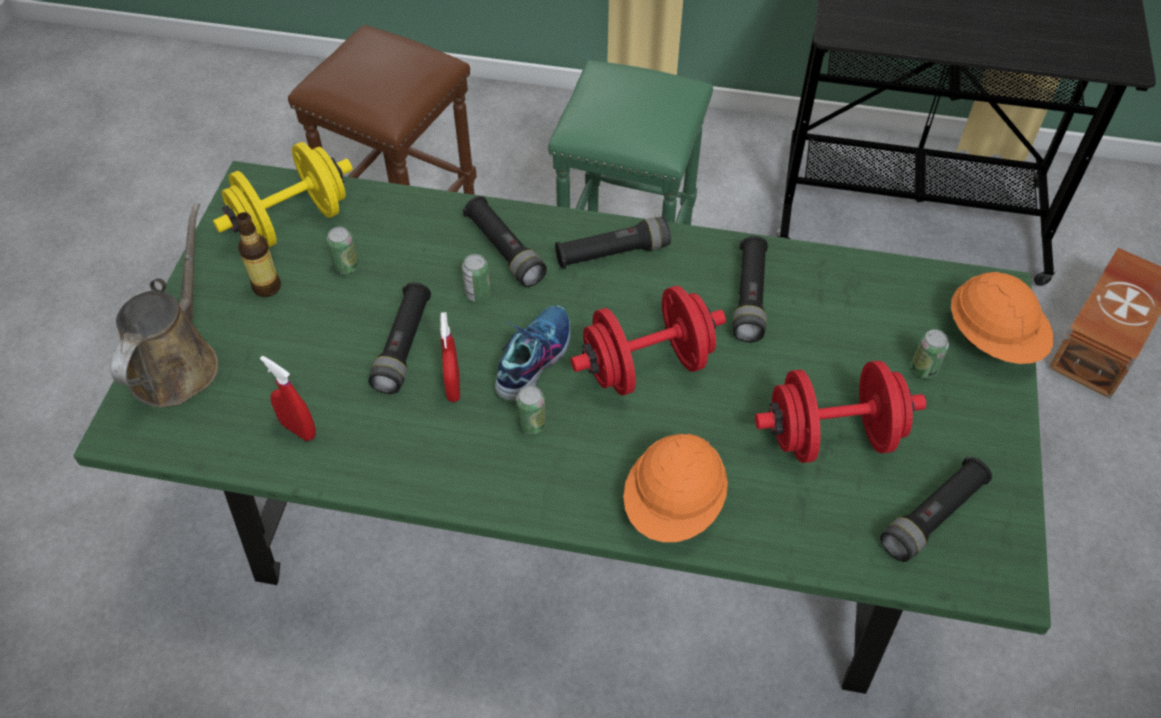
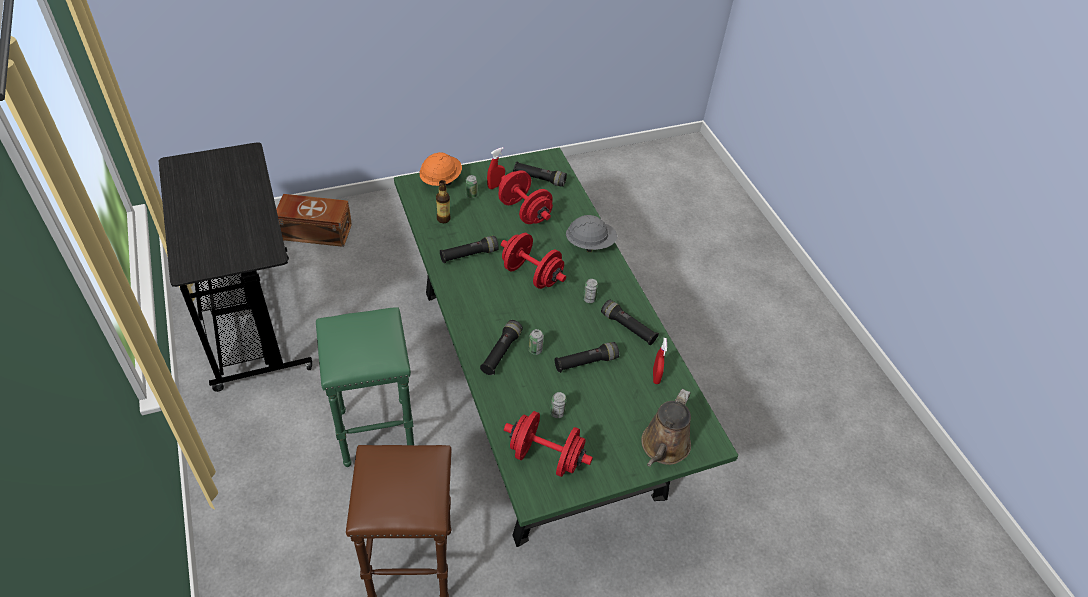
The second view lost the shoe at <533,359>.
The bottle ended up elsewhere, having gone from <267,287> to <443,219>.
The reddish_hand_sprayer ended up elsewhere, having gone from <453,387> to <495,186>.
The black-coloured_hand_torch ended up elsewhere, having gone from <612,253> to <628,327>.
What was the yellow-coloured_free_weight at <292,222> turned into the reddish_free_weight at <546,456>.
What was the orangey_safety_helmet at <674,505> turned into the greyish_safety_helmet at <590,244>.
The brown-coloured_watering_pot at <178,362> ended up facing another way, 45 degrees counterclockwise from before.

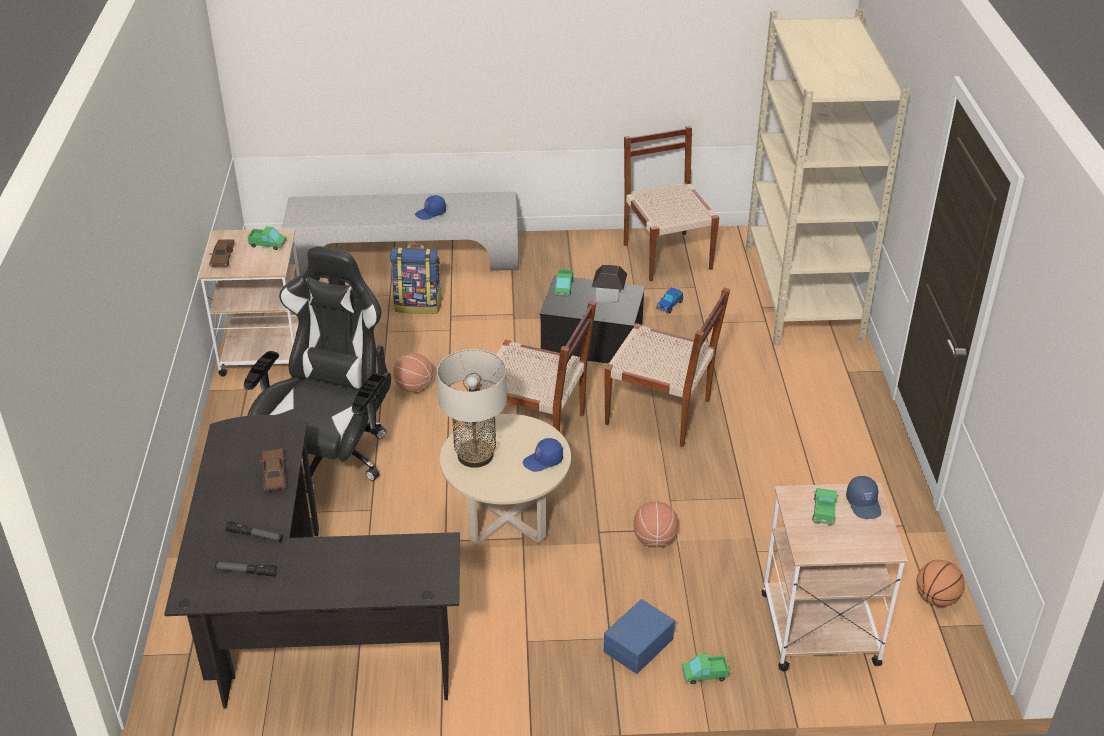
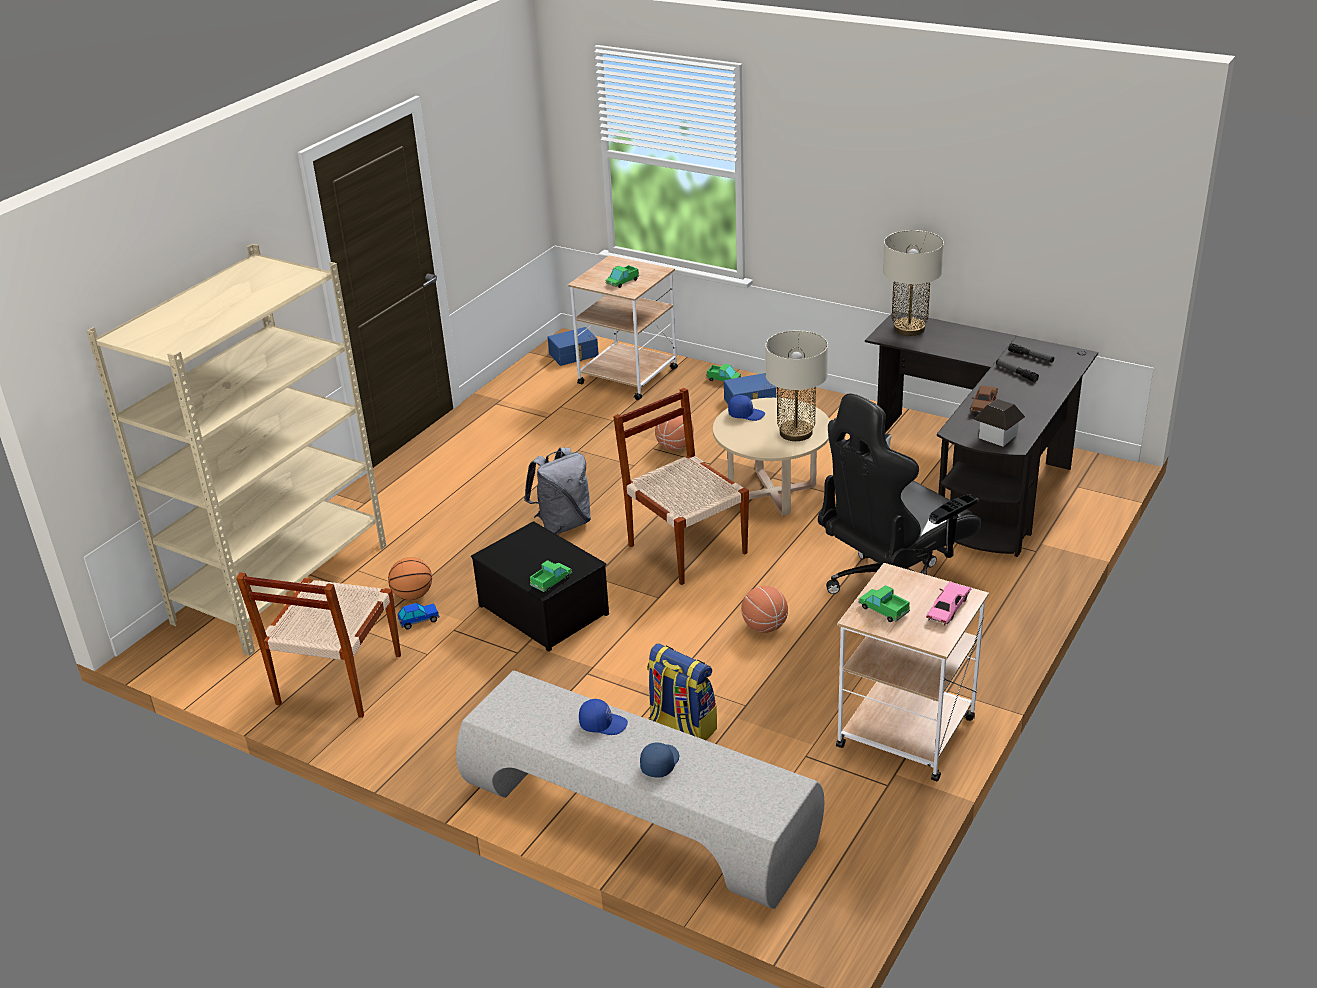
The second view gained the blue_storage_container at <574,355>.
The second view gained the lamp_for_a_table at <909,329>.
The miniature_house ended up elsewhere, having gone from <608,295> to <997,436>.
The blue_cap ended up elsewhere, having gone from <864,504> to <659,763>.
The basketball ended up elsewhere, having gone from <936,599> to <413,595>.
Where the upright_chair stood at <661,414>, the greyish_rucksack came to stand at <563,524>.
What was the brown-coloured_toy_car at <223,257> turned into the pinkish_toy_car at <948,609>.

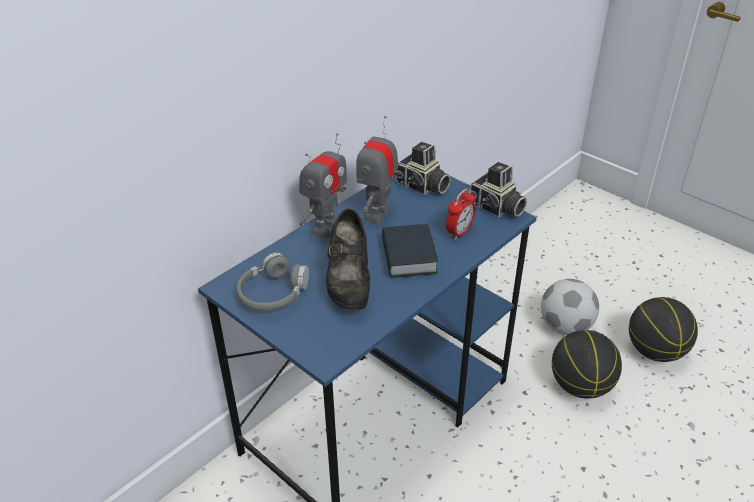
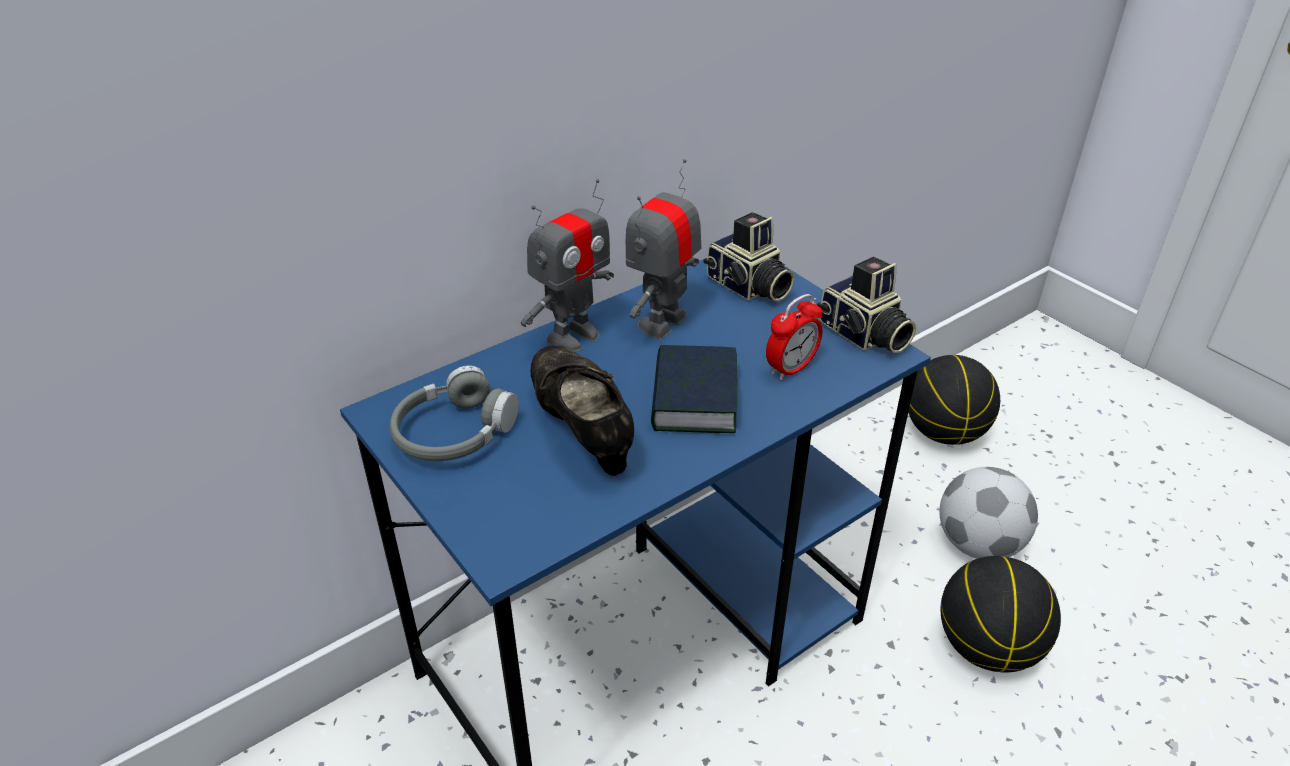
The basketball ended up elsewhere, having gone from <655,351> to <944,432>.
The black-coloured_shoe at <349,283> ended up facing another way, 150 degrees clockwise from before.

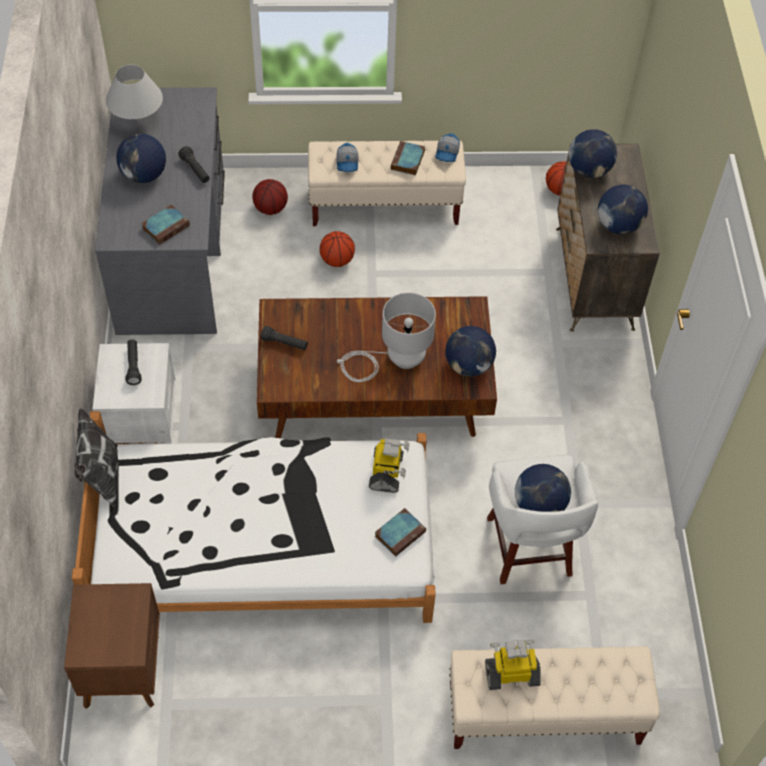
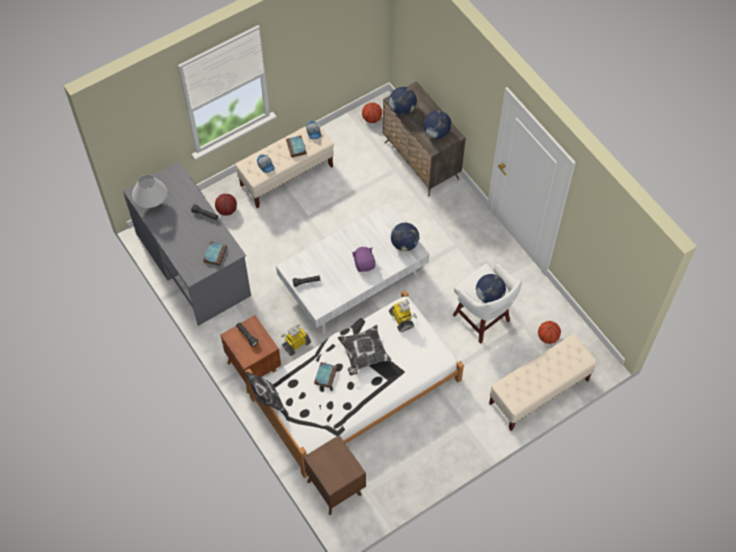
The second view lost the world_globe at <144,175>.
The second view gained the cushion at <363,354>.
The basketball ended up elsewhere, having gone from <337,260> to <547,337>.
The volume ended up elsewhere, having gone from <400,533> to <325,375>.
The toy_robot ended up elsewhere, having gone from <512,673> to <296,344>.
Where the greyish_lamp_for_a_table stood at <387,361>, the purplish_cuddly_toy came to stand at <364,263>.
What was the whitish_night_table at <143,431> turned into the brown-coloured_night_table at <253,368>.
What was the brown-coloured_lounge_table at <374,388> turned into the whitish_lounge_table at <352,280>.

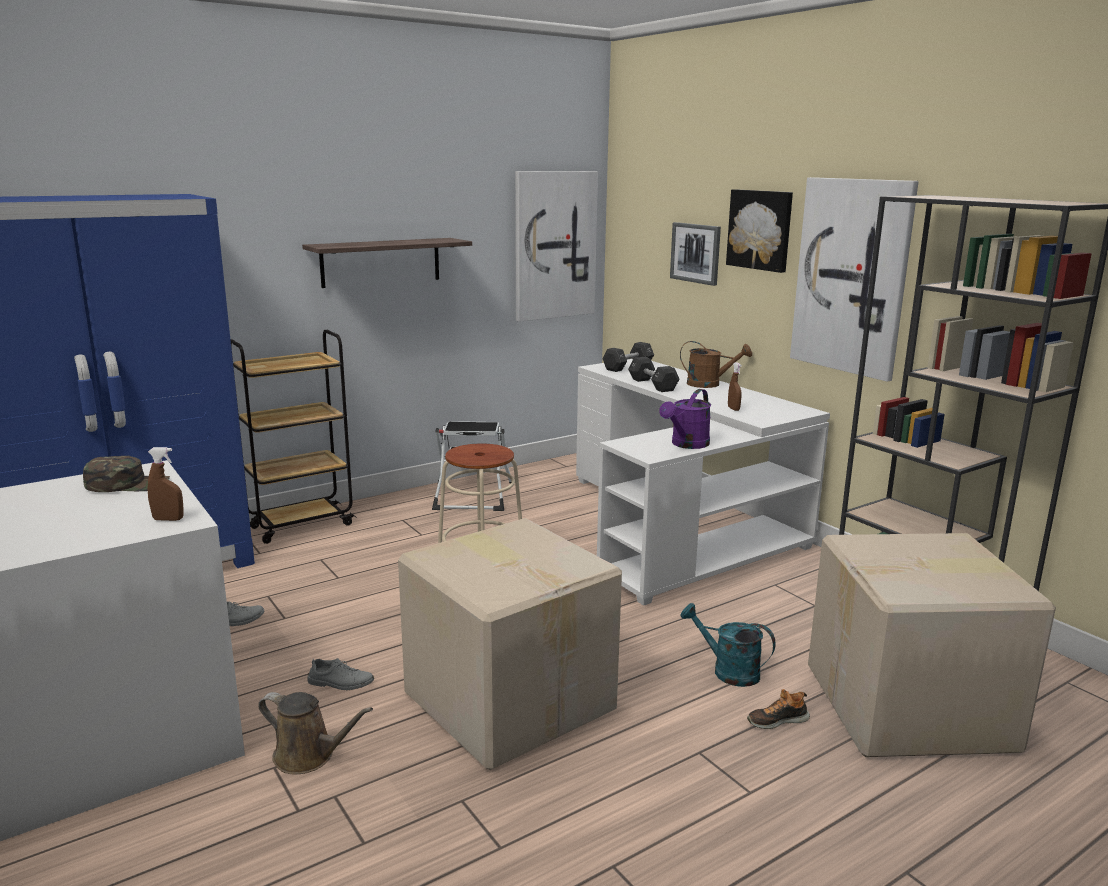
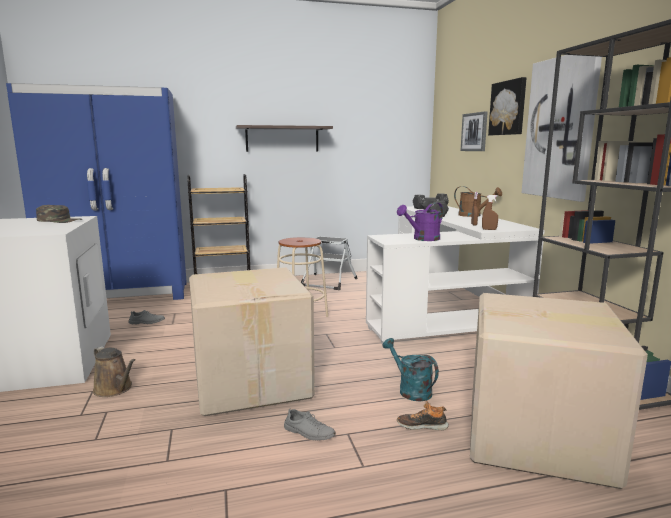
The second view lost the picture at <554,245>.
The brown-coloured_hand_sprayer ended up elsewhere, having gone from <168,519> to <489,229>.
The greyish_shoe ended up elsewhere, having gone from <340,682> to <309,432>.

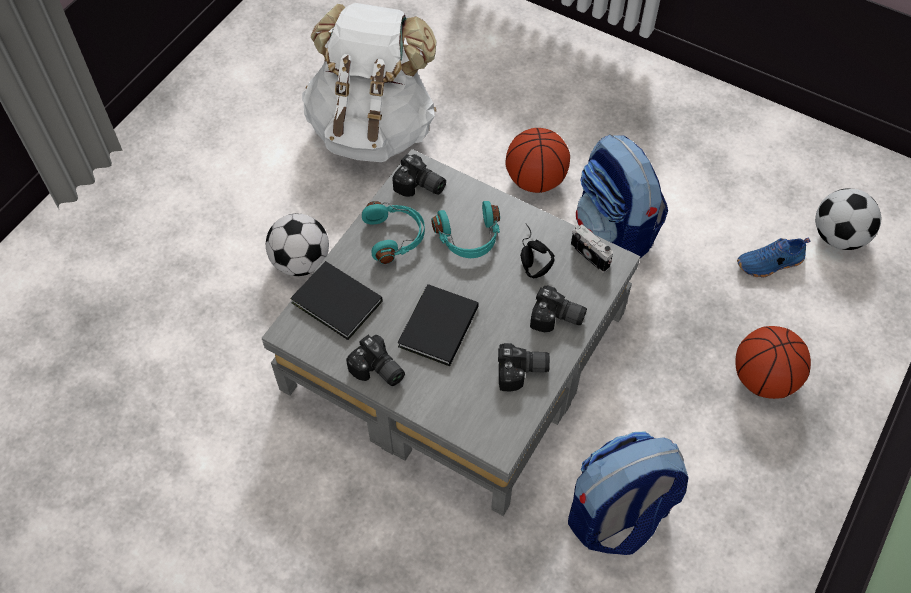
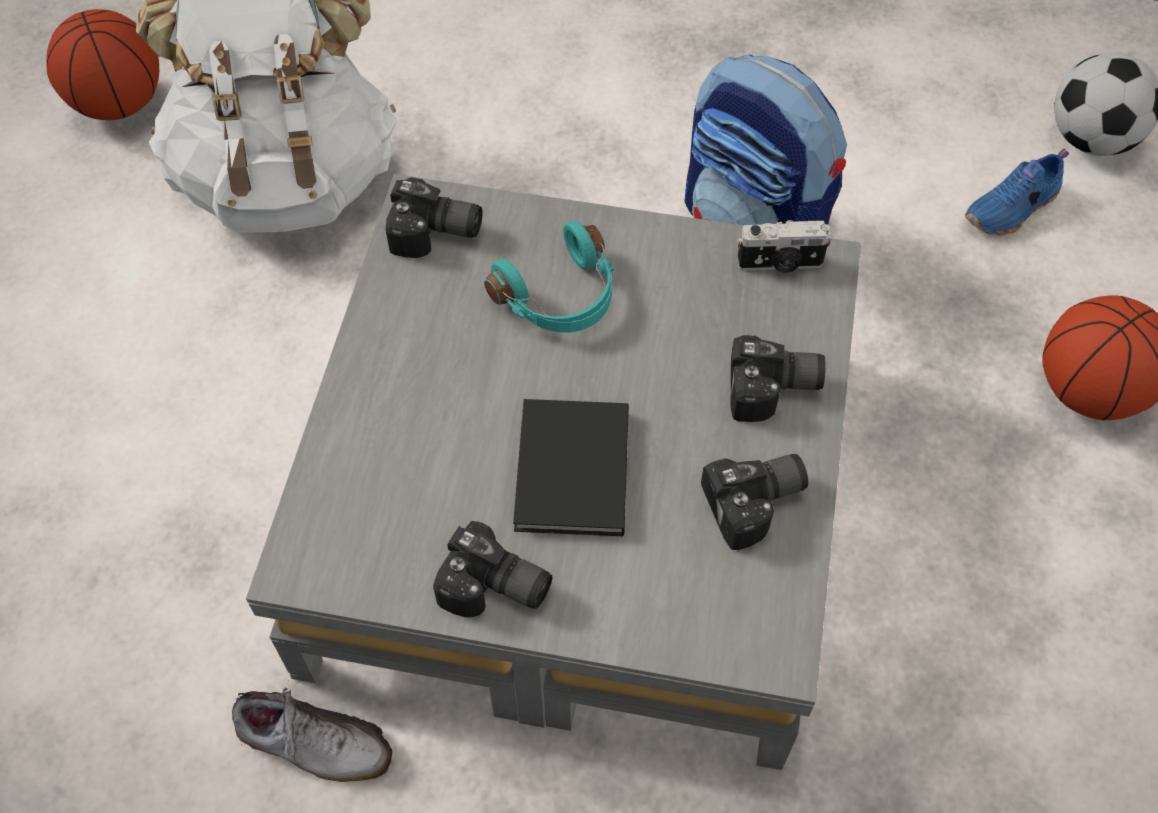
The second view lost the football_ball at <301,262>.
The second view lost the black-coloured_volume at <338,304>.
The second view lost the turquoise_headset at <395,236>.
The second view lost the black-coloured_headset at <529,255>.
The second view lost the rucksack at <617,516>.
The second view gained the shoe at <314,743>.
The basketball ended up elsewhere, having gone from <535,180> to <119,104>.
The photo_camera at <591,255> ended up facing another way, 150 degrees clockwise from before.

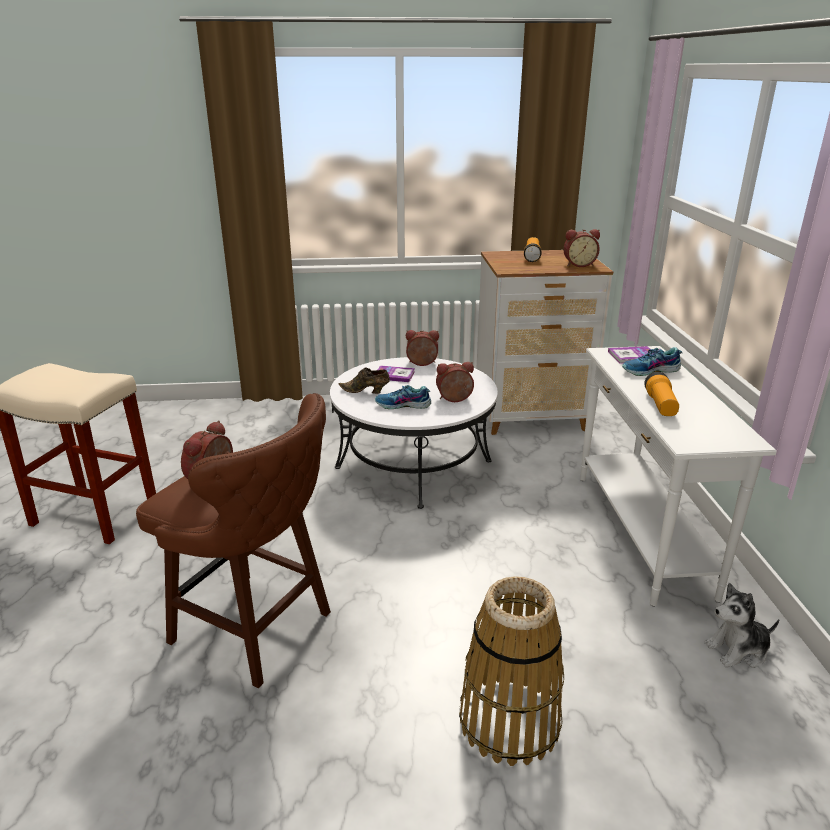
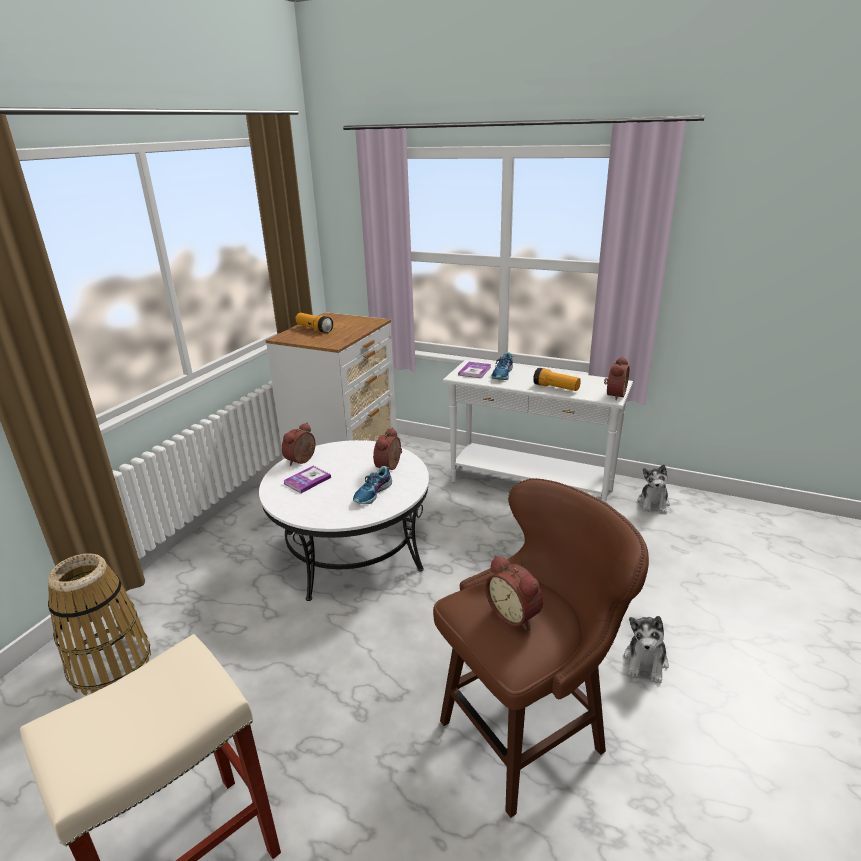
The second view lost the brown-coloured_shoe at <366,391>.
The second view gained the cuddly_toy at <645,662>.
The storage_basket ended up elsewhere, having gone from <509,722> to <111,664>.
The table_clock ended up elsewhere, having gone from <579,265> to <614,394>.

